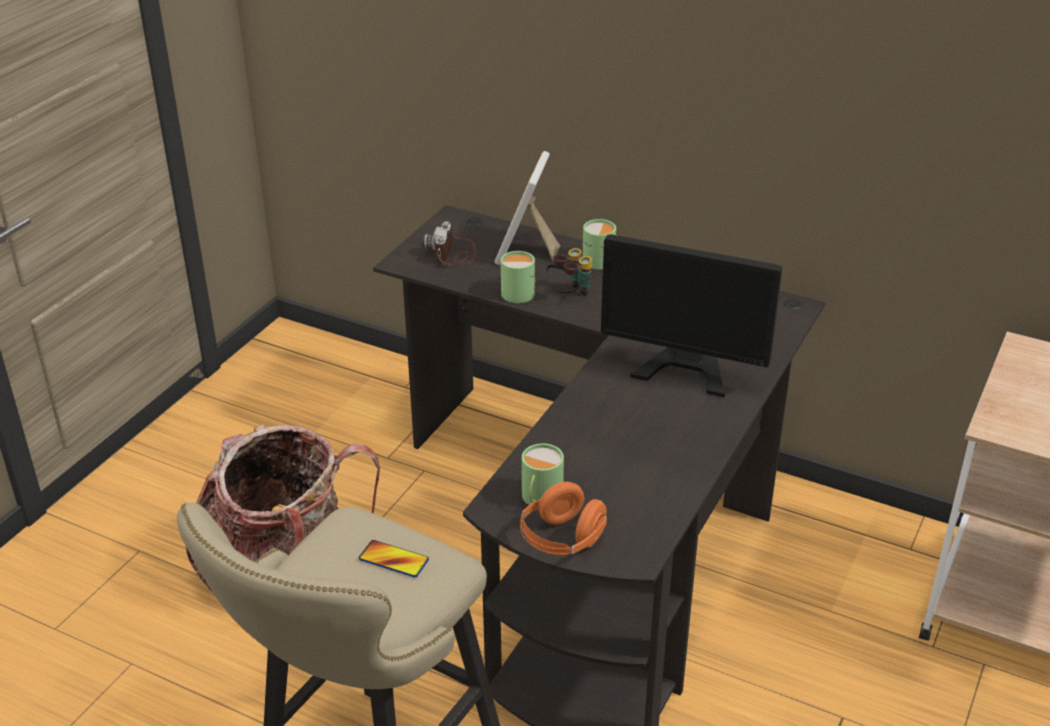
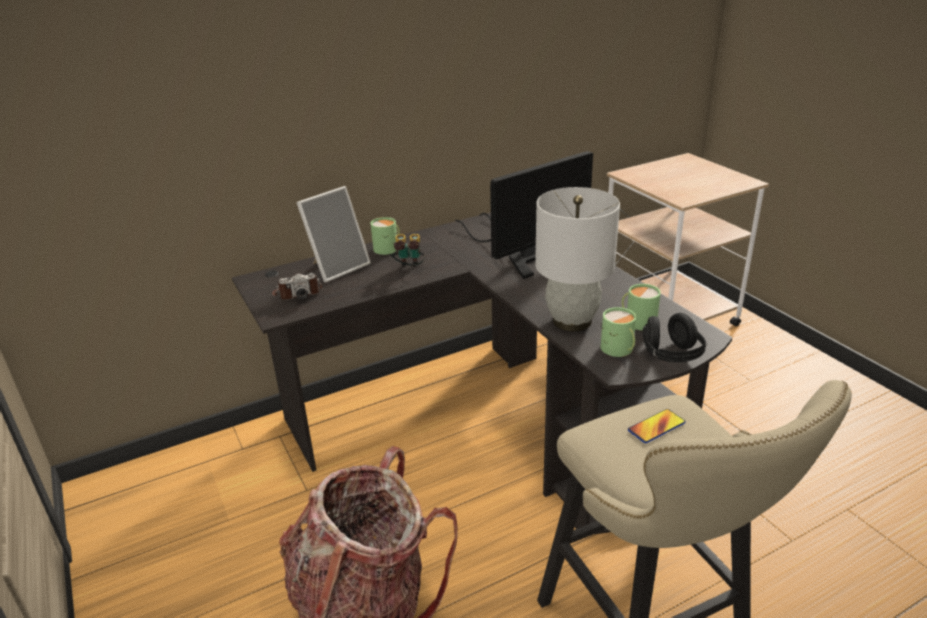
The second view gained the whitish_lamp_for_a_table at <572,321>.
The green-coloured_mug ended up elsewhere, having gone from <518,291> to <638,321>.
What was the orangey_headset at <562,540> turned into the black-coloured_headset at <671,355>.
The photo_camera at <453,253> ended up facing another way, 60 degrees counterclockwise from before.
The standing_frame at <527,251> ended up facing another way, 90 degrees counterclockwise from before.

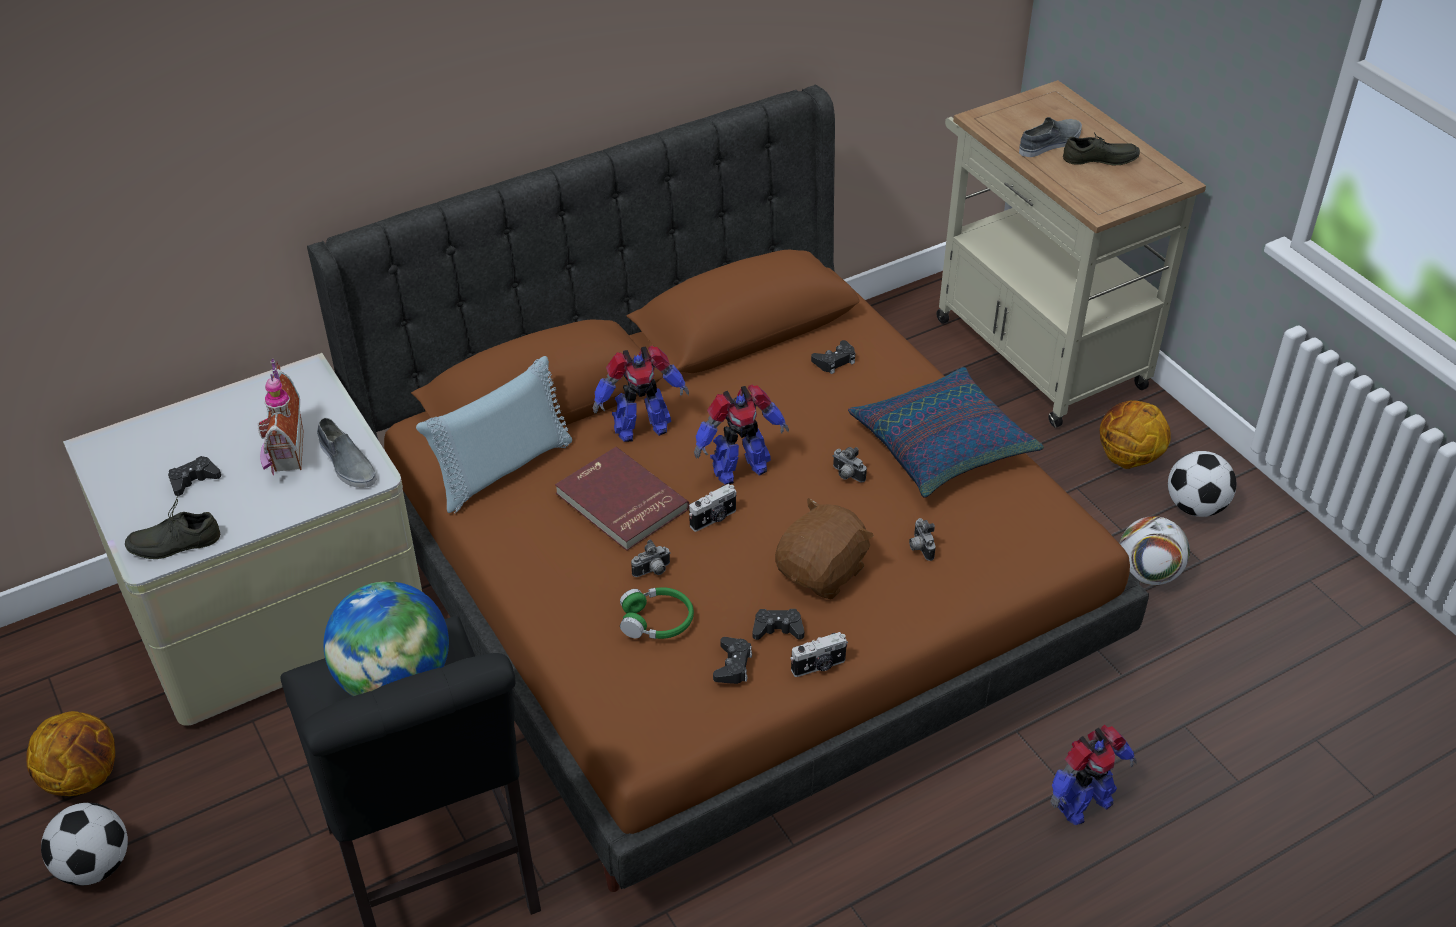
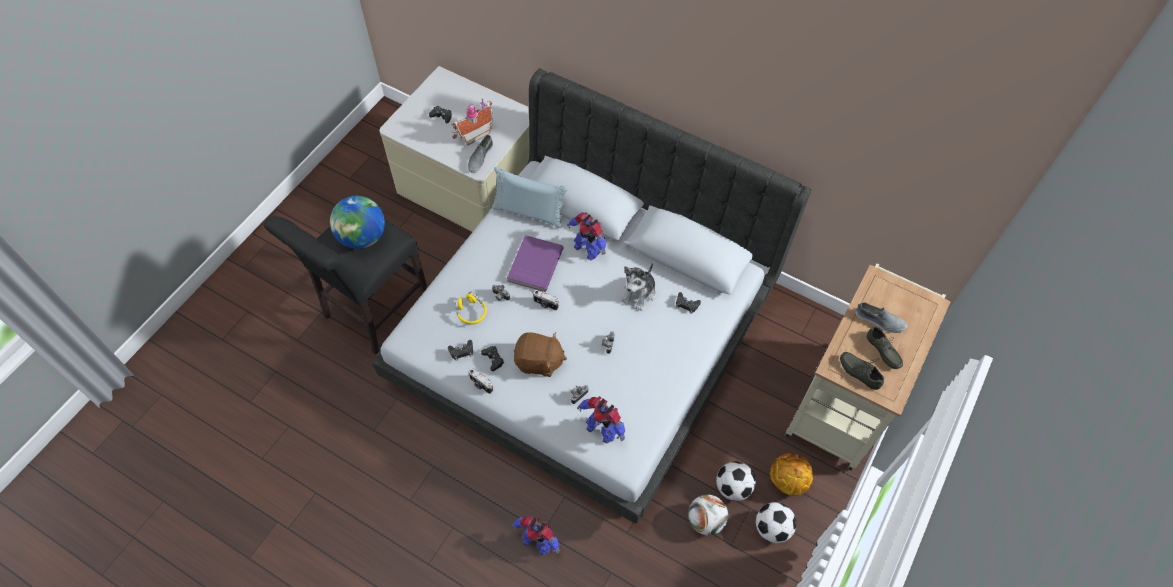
The second view lost the basketball at <84,777>.
The second view lost the blue_cushion at <942,446>.
The second view gained the cuddly_toy at <639,293>.
The football_ball ended up elsewhere, having gone from <95,866> to <733,487>.
The greyish_shoe ended up elsewhere, having gone from <174,542> to <860,371>.
The toy_robot ended up elsewhere, having gone from <738,468> to <601,429>.
What was the brown-coloured_bedroom_bed at <728,579> turned into the greyish_bedroom_bed at <585,336>.
What was the reddish_volume at <620,502> turned into the purplish_volume at <534,264>.
What was the green-coloured_headset at <657,621> turned into the yellow-coloured_headset at <471,312>.

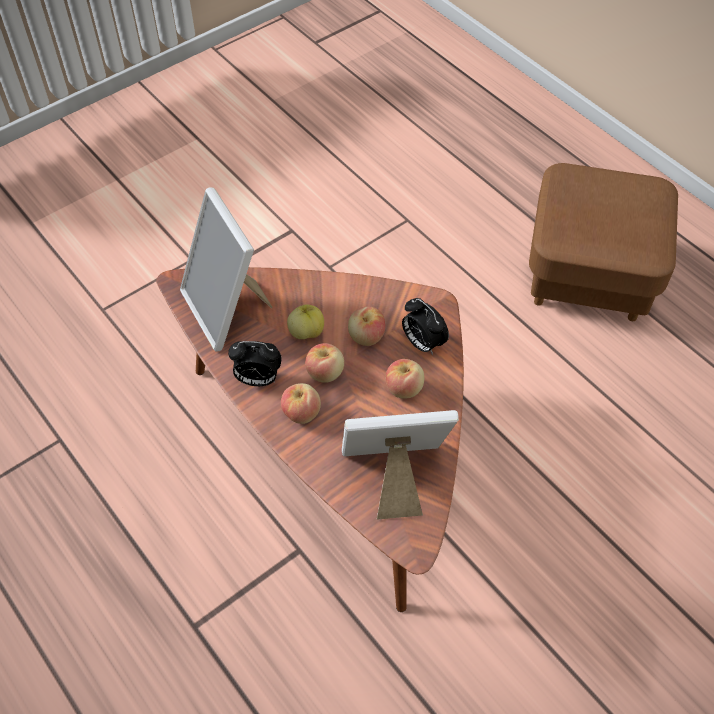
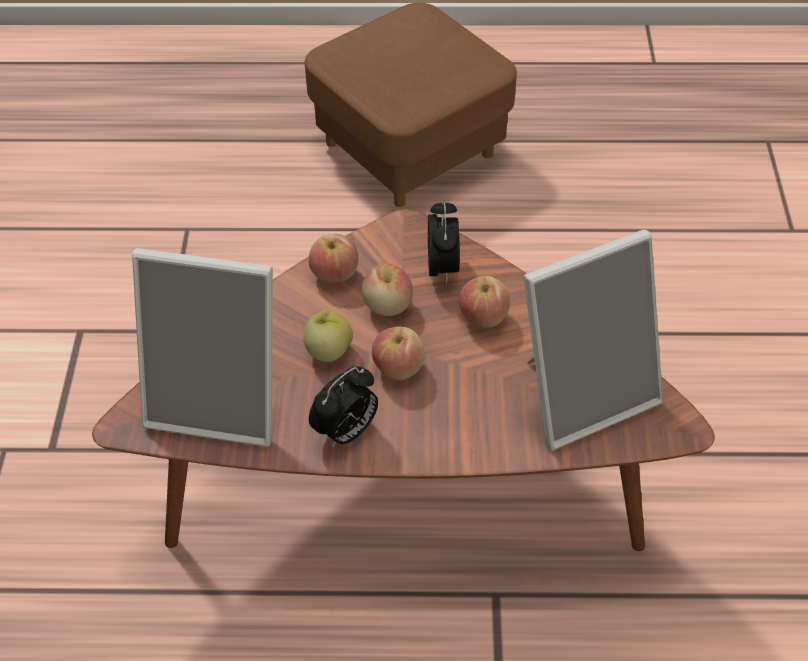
The apple ended up elsewhere, having gone from <301,413> to <334,274>.
The standing_frame at <393,477> ended up facing another way, 150 degrees counterclockwise from before.
The table_clock at <422,343> ended up facing another way, 90 degrees counterclockwise from before.

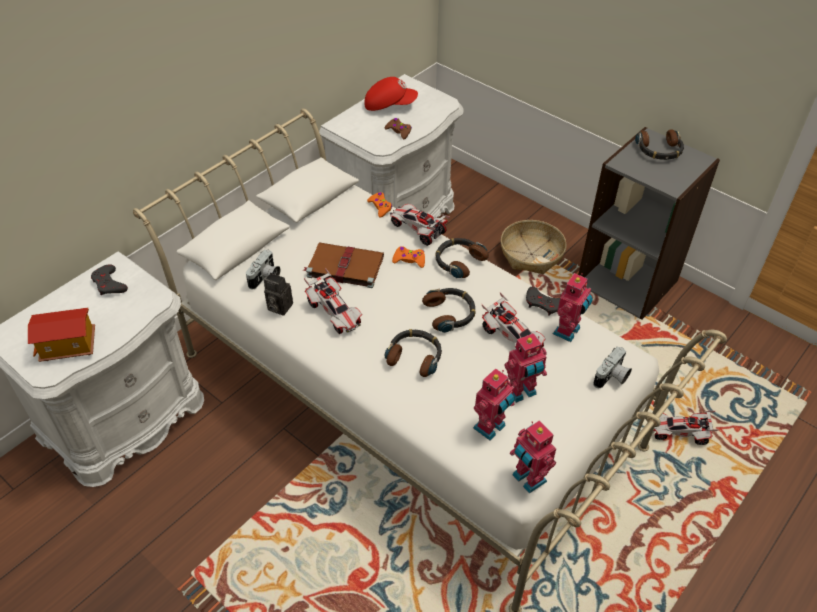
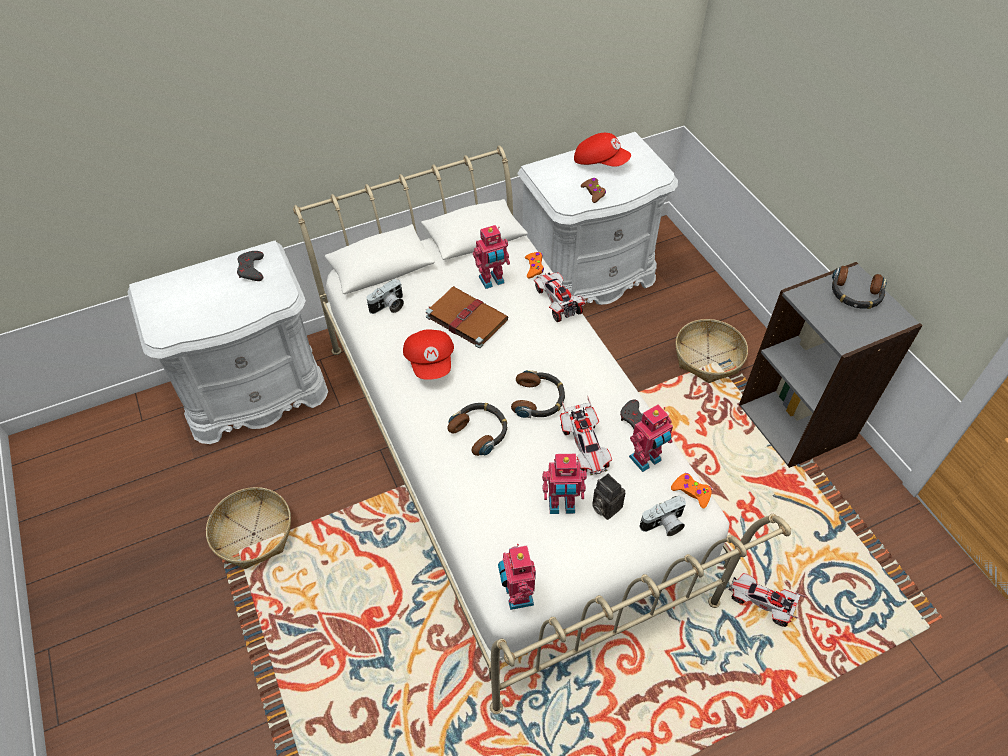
The second view lost the miniature_house at <68,347>.
The second view lost the headset at <459,261>.
The second view gained the storage_basket at <253,534>.
The photo_camera ended up elsewhere, having gone from <278,307> to <604,506>.
The orangey_game_controller ended up elsewhere, having gone from <409,260> to <691,492>.
The toy_robot ended up elsewhere, having gone from <491,428> to <492,281>.
Where the toy_car stood at <335,313>, the reddish_cap came to stand at <431,362>.

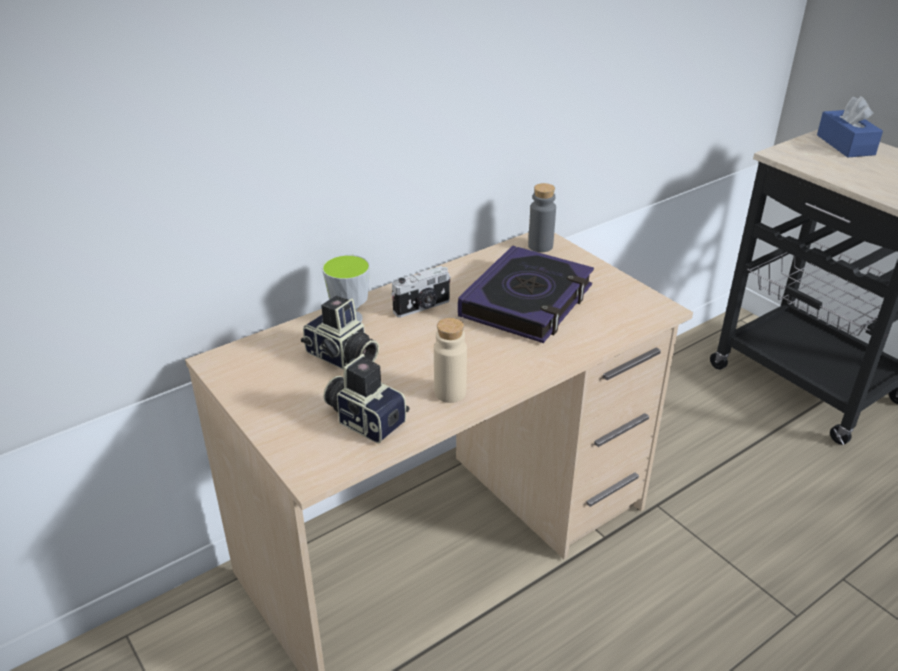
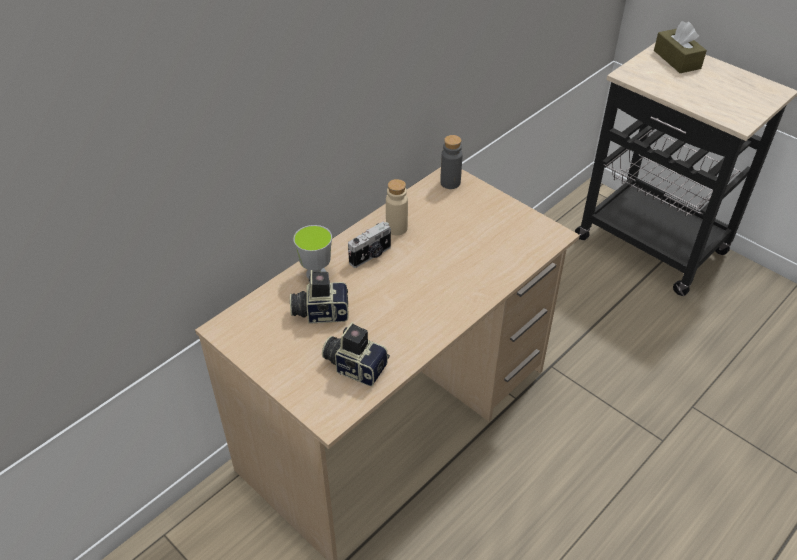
The second view lost the volume at <527,302>.
The sand-coloured_bottle ended up elsewhere, having gone from <450,393> to <396,228>.
What was the blue_tissue_holder at <845,145> turned into the brown-coloured_tissue_holder at <677,59>.
The photo_camera at <341,357> ended up facing another way, 150 degrees clockwise from before.

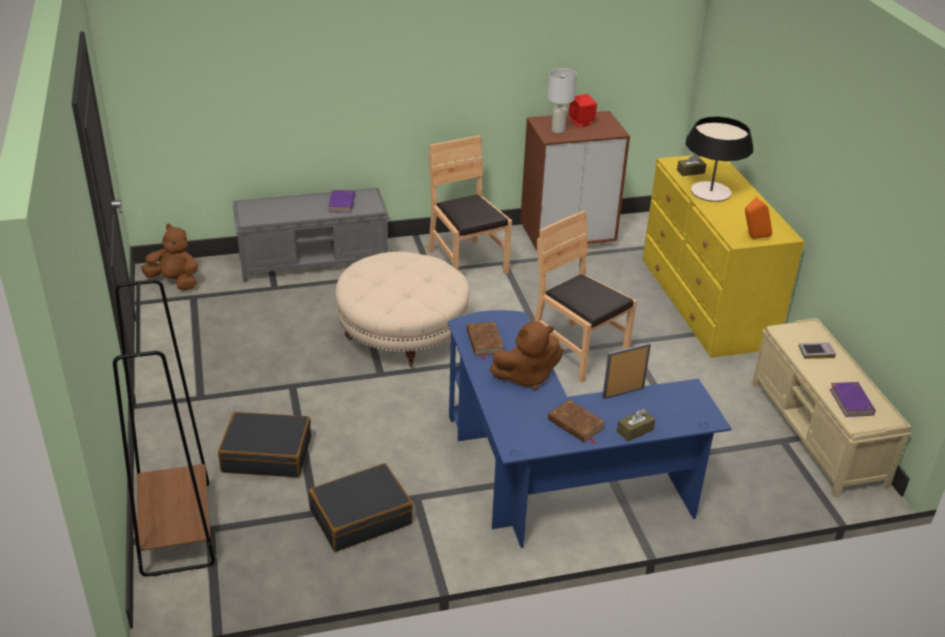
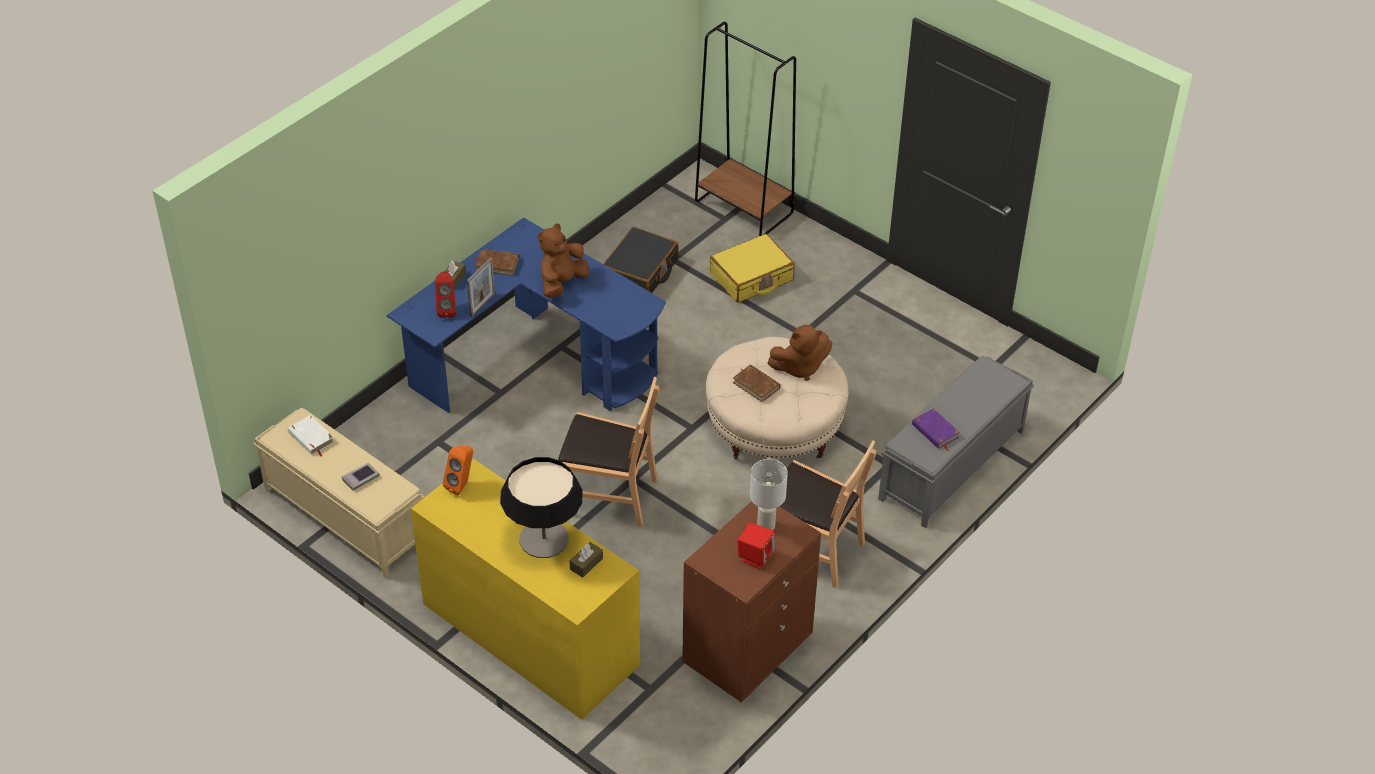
The second view gained the reddish_audio_speaker at <447,309>.
The brown-coloured_cuddly_toy ended up elsewhere, having gone from <175,281> to <800,367>.
The brown-coloured_volume ended up elsewhere, having gone from <484,342> to <756,385>.
What was the black-coloured_suitcase at <267,454> turned into the yellow-coloured_suitcase at <751,277>.
What was the purplish_volume at <851,402> turned into the whitish_volume at <311,438>.

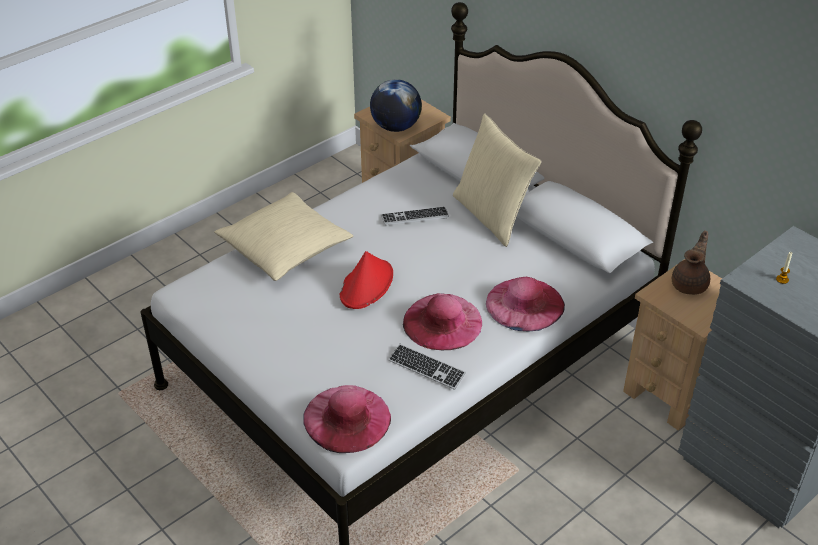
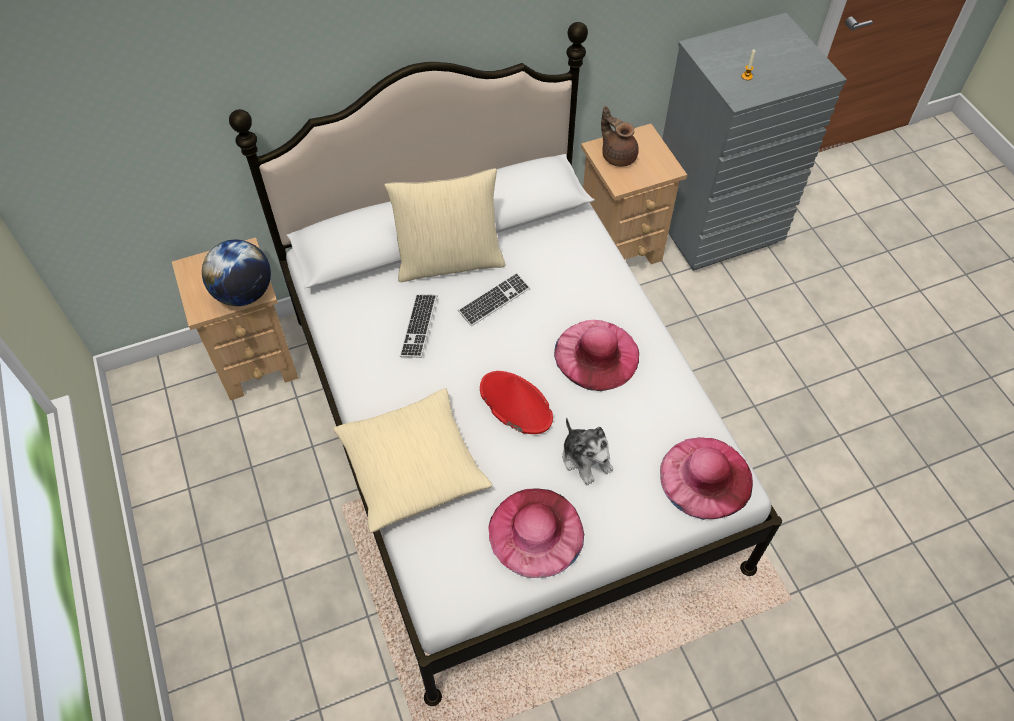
The second view gained the cuddly_toy at <586,459>.
The computer_keyboard ended up elsewhere, having gone from <426,368> to <494,300>.
The pinkish_clothing_hat ended up elsewhere, having gone from <524,304> to <536,532>.

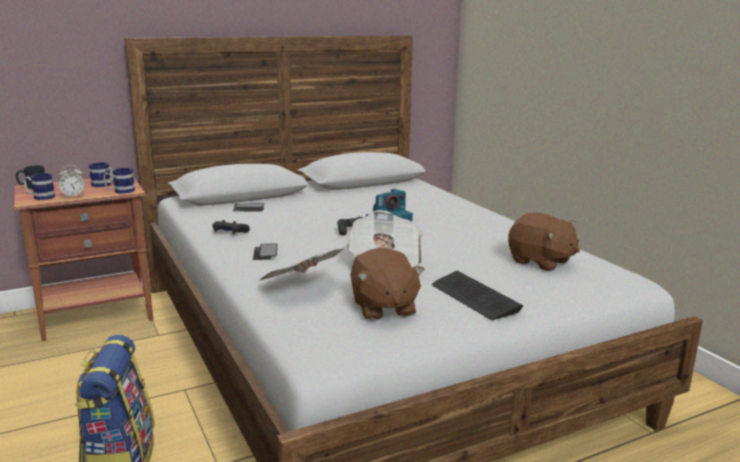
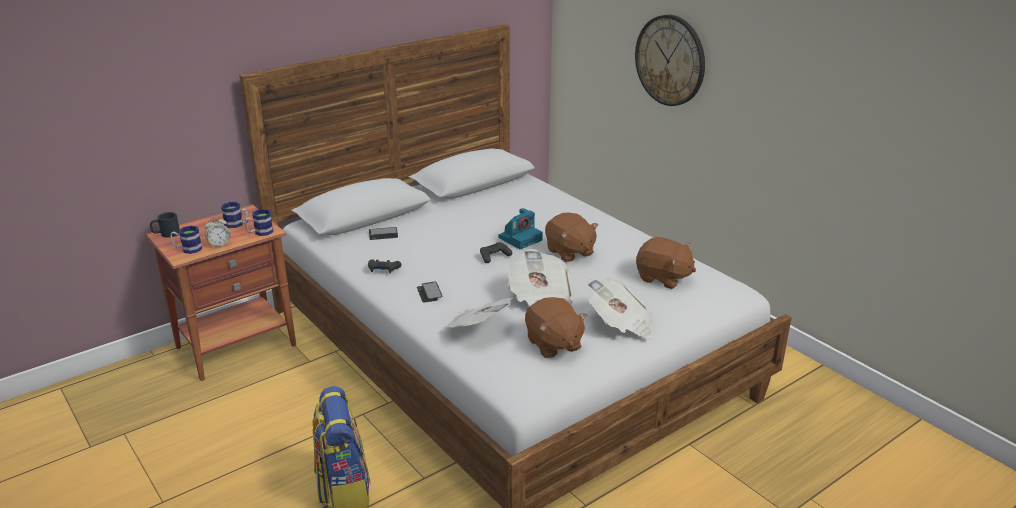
The second view gained the brown-coloured_cuddly_toy at <569,252>.
The second view gained the wall_clock at <670,60>.
Where the computer_keyboard stood at <474,297>, the daily_paper came to stand at <620,324>.

